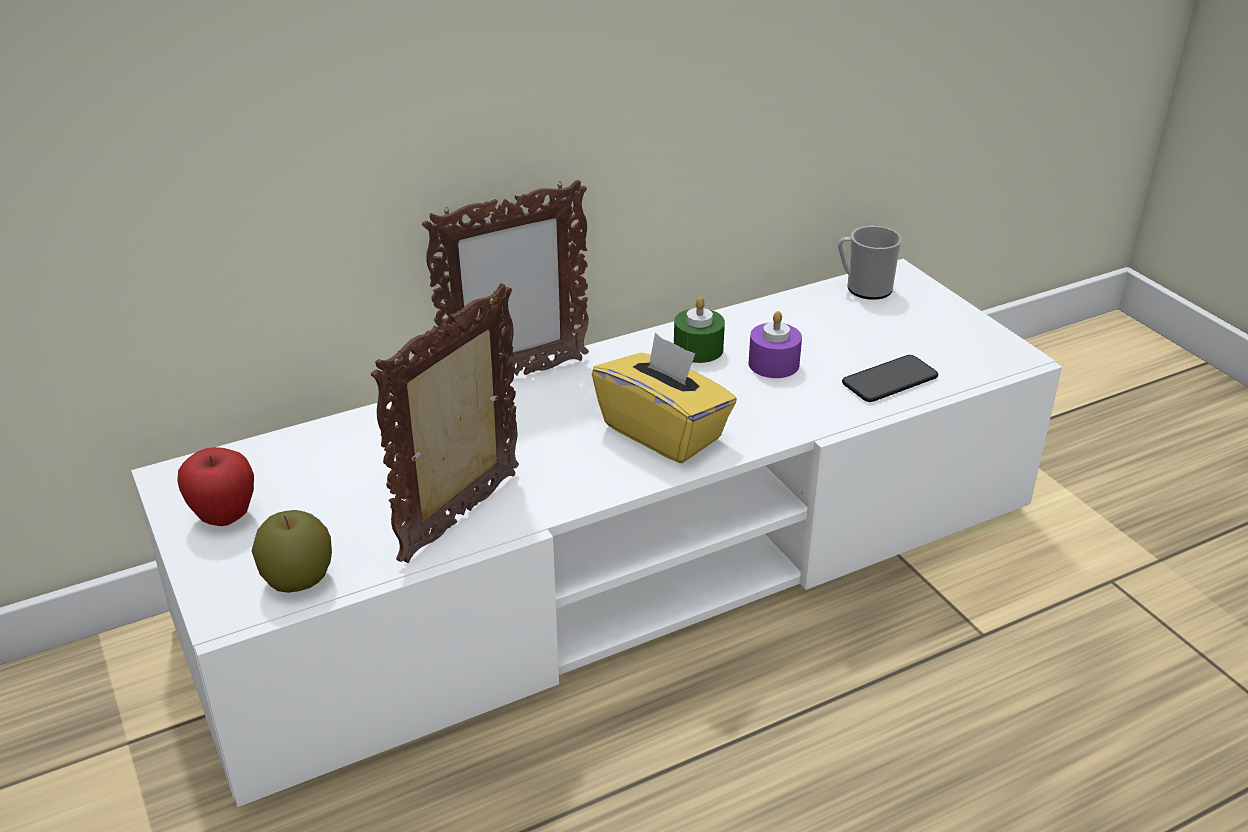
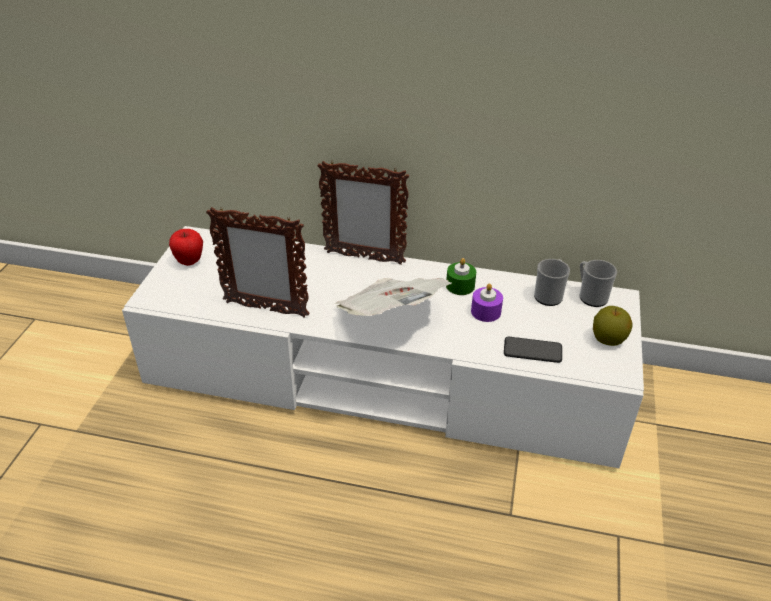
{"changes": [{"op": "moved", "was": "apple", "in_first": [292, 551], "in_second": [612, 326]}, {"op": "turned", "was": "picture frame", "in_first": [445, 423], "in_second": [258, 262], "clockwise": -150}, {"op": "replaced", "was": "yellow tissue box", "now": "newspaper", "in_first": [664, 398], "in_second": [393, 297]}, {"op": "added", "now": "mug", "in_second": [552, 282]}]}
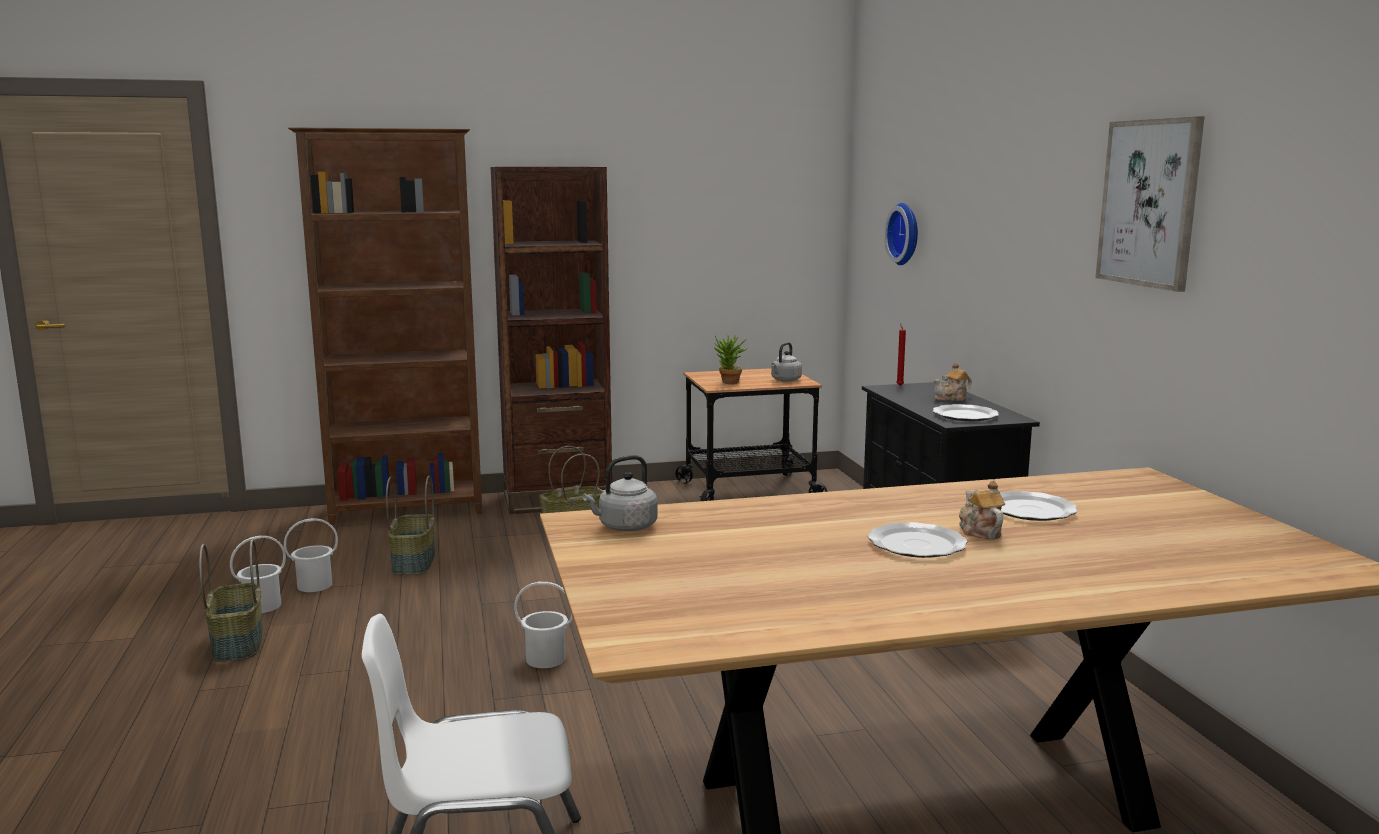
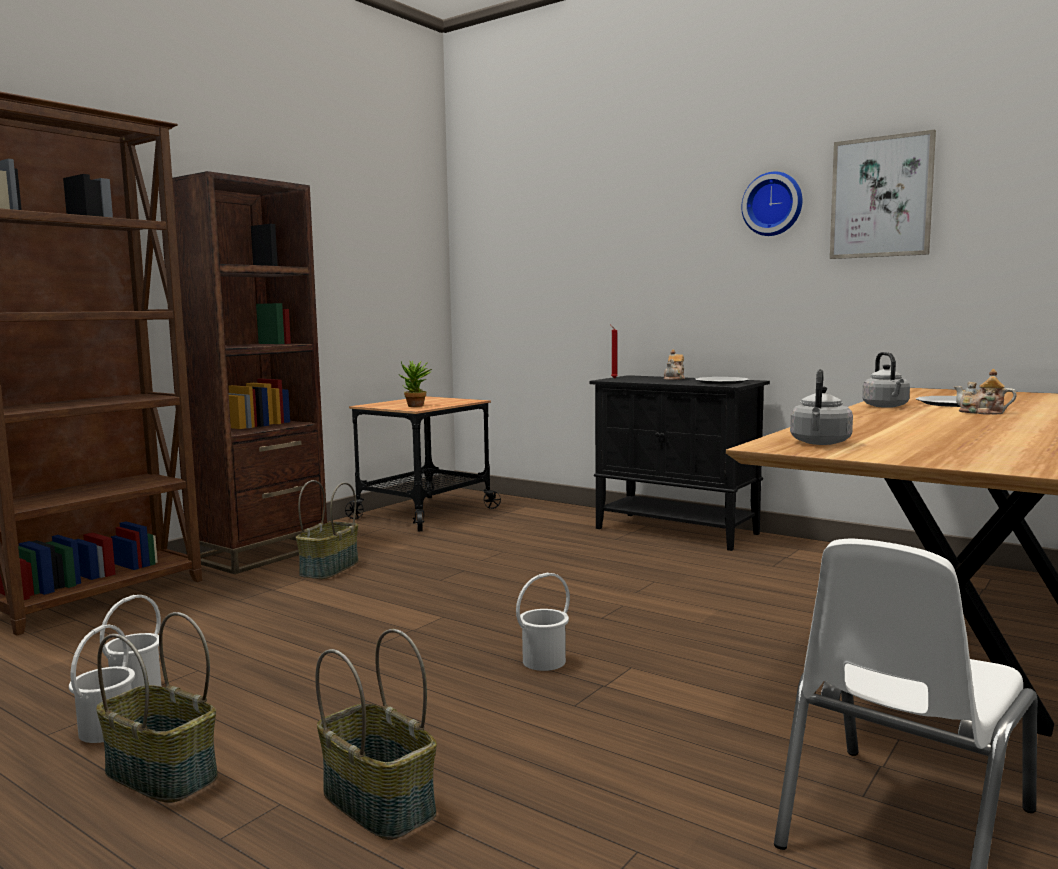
{"changes": [{"op": "moved", "was": "basket", "in_first": [410, 525], "in_second": [376, 734]}, {"op": "moved", "was": "grey kettle", "in_first": [786, 362], "in_second": [886, 380]}, {"op": "removed", "was": "plate", "in_first": [917, 540]}, {"op": "moved", "was": "wall clock", "in_first": [901, 234], "in_second": [771, 204]}]}
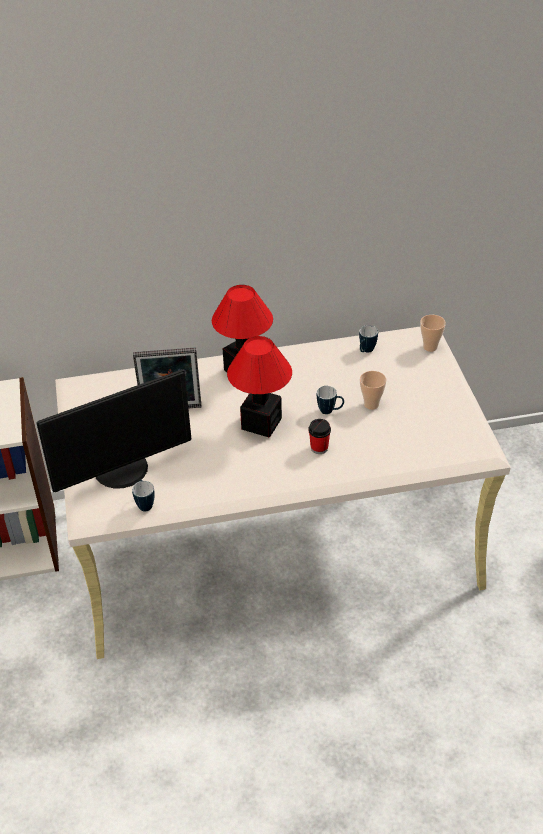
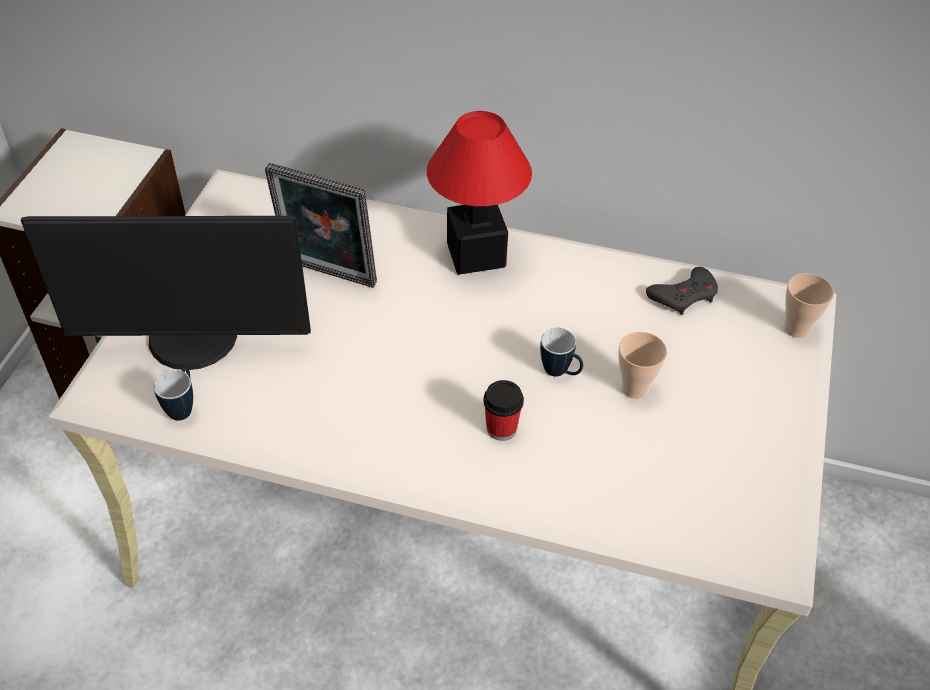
{"changes": [{"op": "removed", "was": "table lamp", "in_first": [259, 386]}, {"op": "replaced", "was": "mug", "now": "grey game controller", "in_first": [368, 339], "in_second": [682, 291]}]}
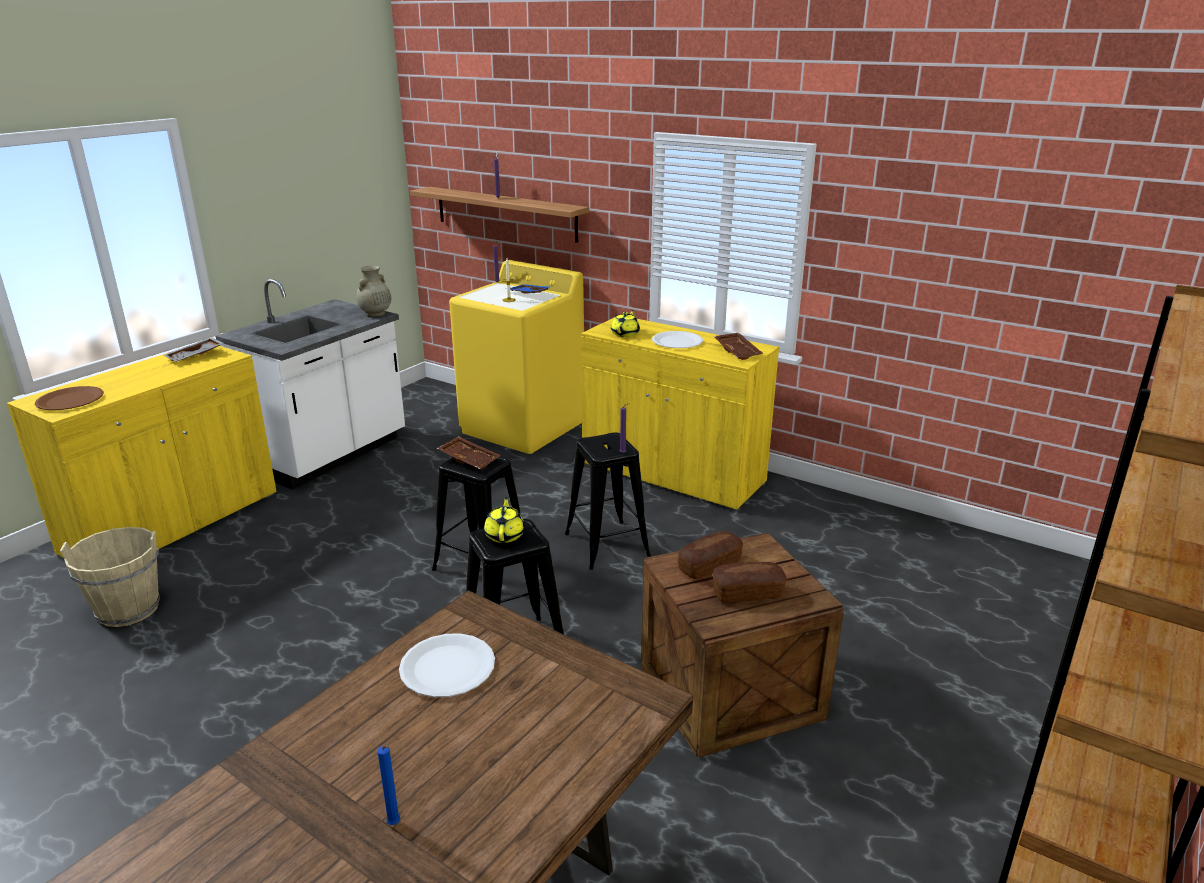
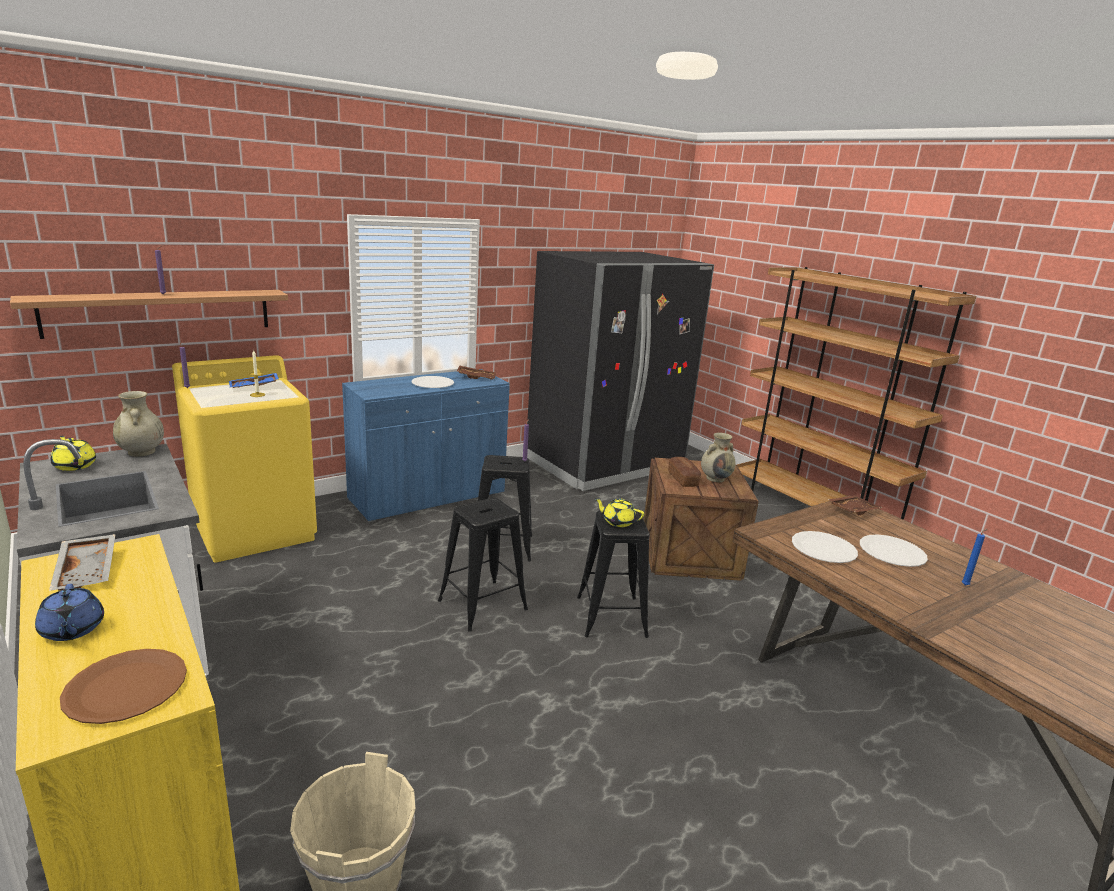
{"changes": [{"op": "moved", "was": "brown tray", "in_first": [469, 452], "in_second": [854, 505]}, {"op": "recoloured", "was": "yellow cabinet", "now": "blue cabinet", "in_first": [680, 414], "in_second": [426, 446]}, {"op": "moved", "was": "yellow teapot", "in_first": [625, 323], "in_second": [73, 453]}, {"op": "replaced", "was": "bread", "now": "beige vase", "in_first": [749, 582], "in_second": [718, 457]}, {"op": "added", "now": "blue teapot", "in_second": [69, 612]}, {"op": "added", "now": "black fridge", "in_second": [620, 371]}, {"op": "added", "now": "white plate", "in_second": [894, 550]}]}
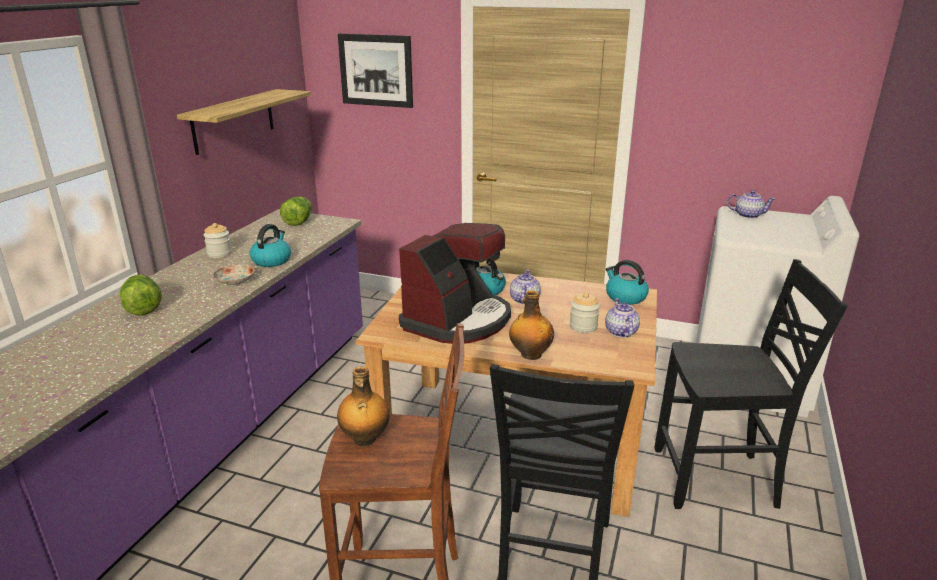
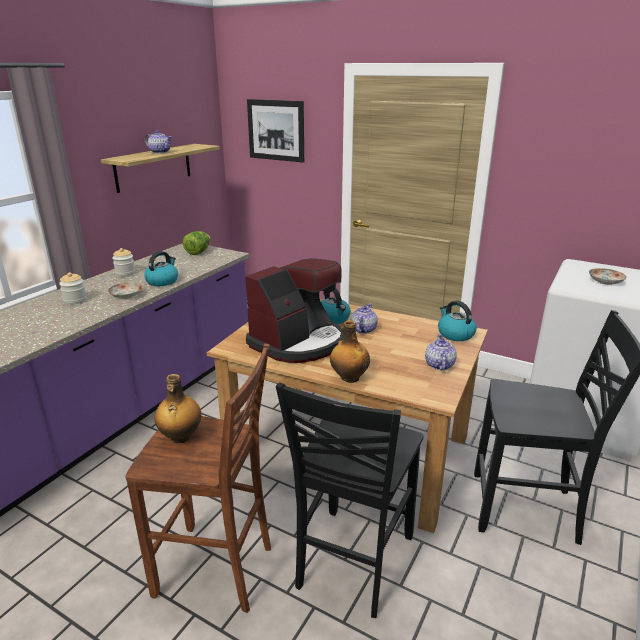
{"changes": [{"op": "removed", "was": "lettuce", "in_first": [141, 295]}, {"op": "moved", "was": "jar", "in_first": [585, 312], "in_second": [73, 288]}, {"op": "moved", "was": "teapot", "in_first": [751, 204], "in_second": [158, 141]}, {"op": "added", "now": "plate", "in_second": [608, 276]}]}
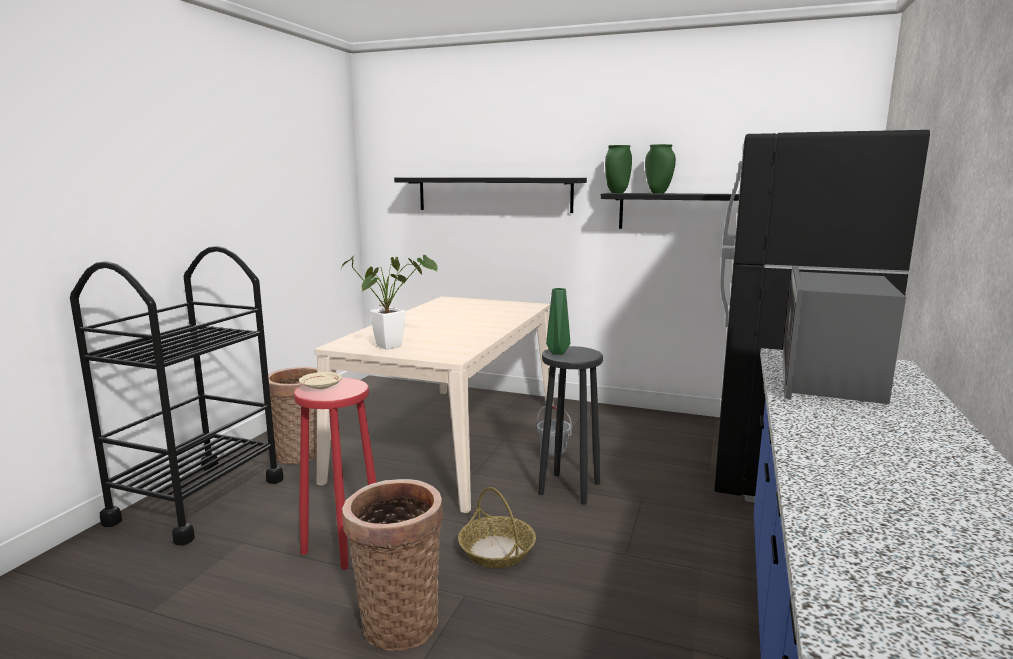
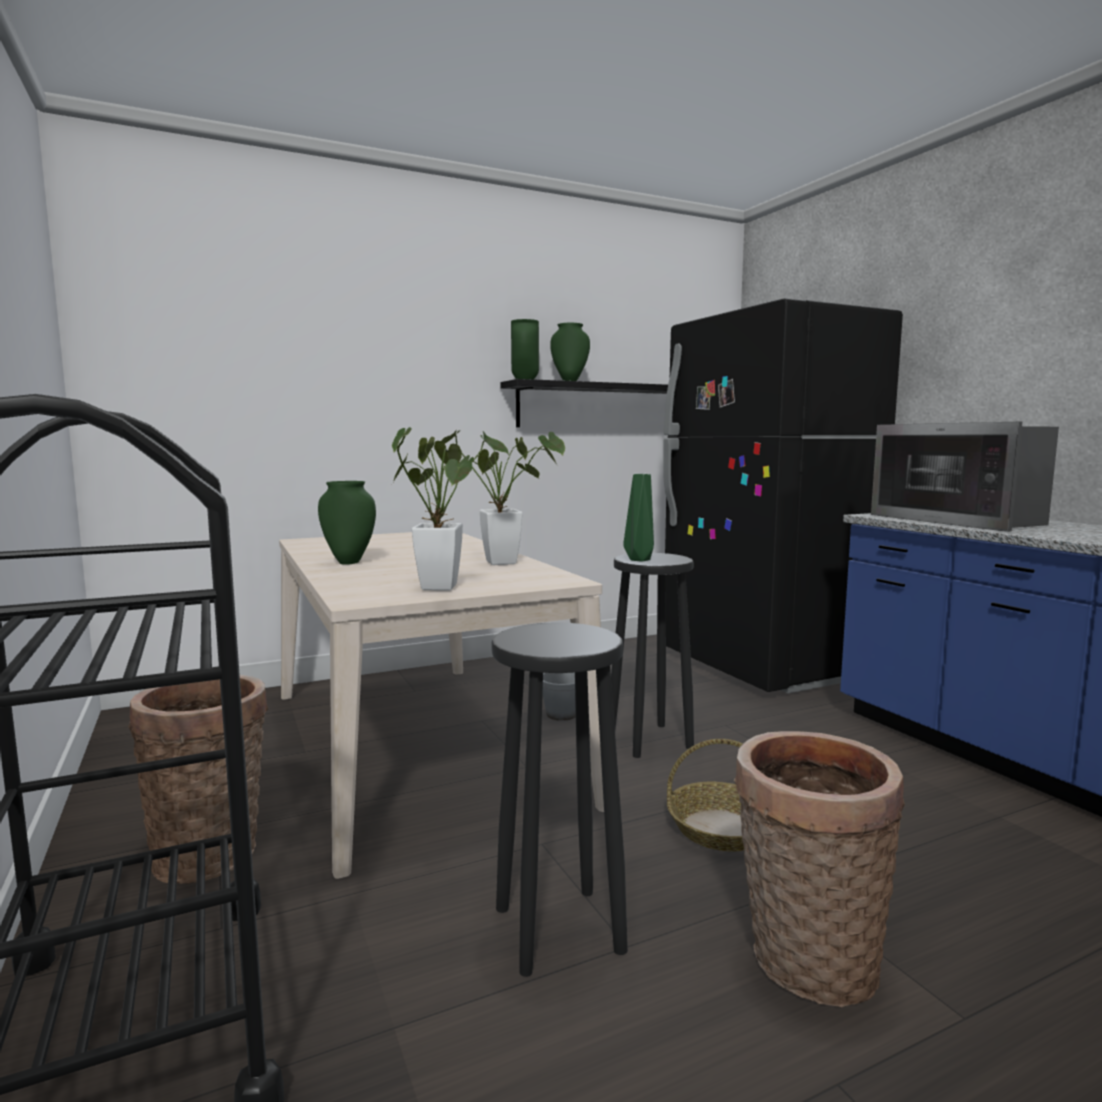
{"changes": [{"op": "recoloured", "was": "red stool", "now": "black stool", "in_first": [335, 474], "in_second": [559, 799]}, {"op": "removed", "was": "beige plate", "in_first": [320, 380]}, {"op": "removed", "was": "black shelf", "in_first": [490, 195]}, {"op": "added", "now": "green vase", "in_second": [347, 523]}, {"op": "added", "now": "potted plant", "in_second": [503, 497]}]}
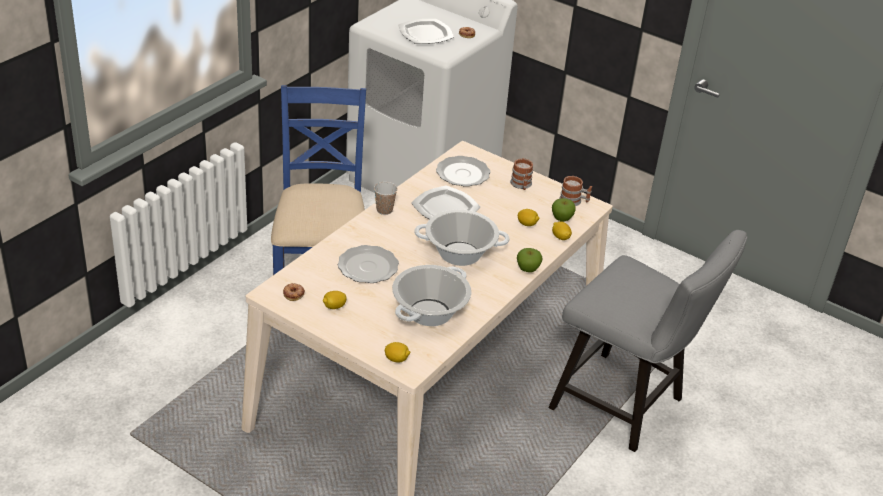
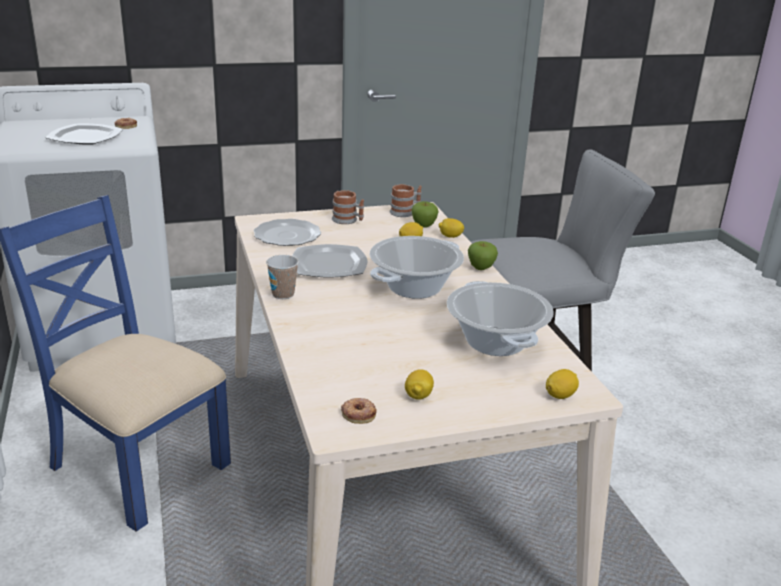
{"changes": [{"op": "removed", "was": "plate", "in_first": [368, 264]}]}
